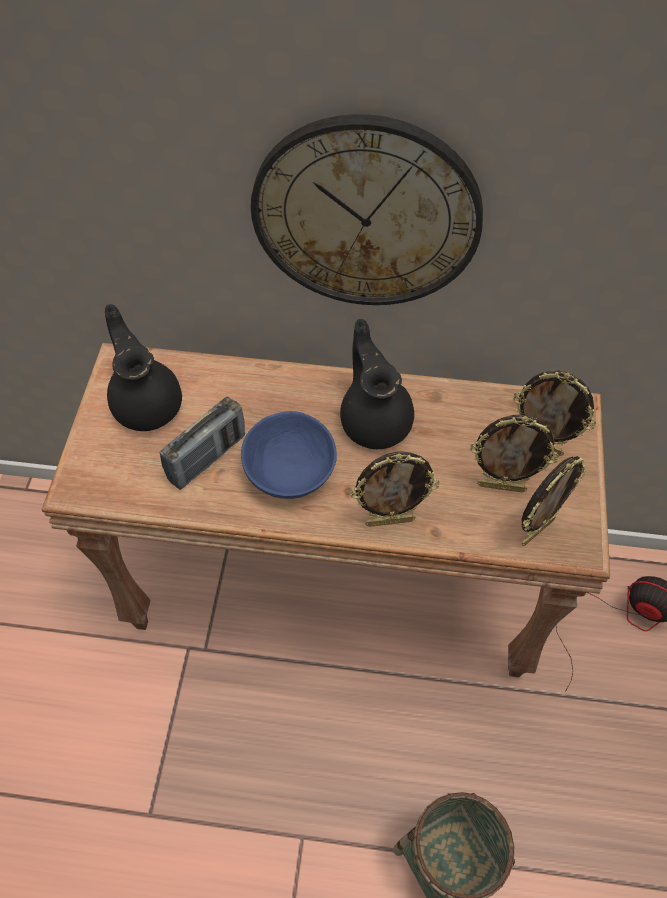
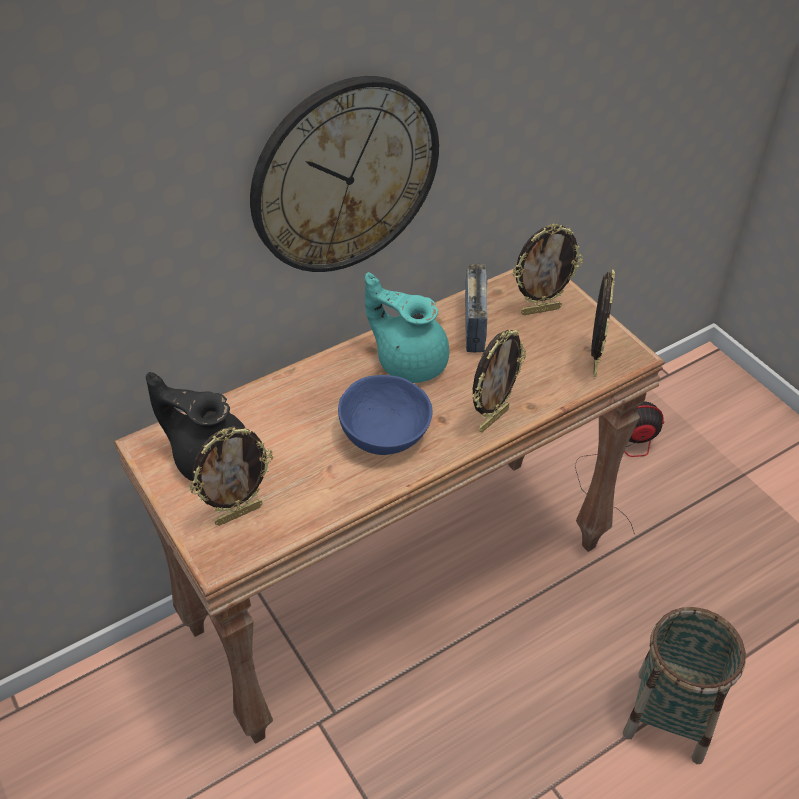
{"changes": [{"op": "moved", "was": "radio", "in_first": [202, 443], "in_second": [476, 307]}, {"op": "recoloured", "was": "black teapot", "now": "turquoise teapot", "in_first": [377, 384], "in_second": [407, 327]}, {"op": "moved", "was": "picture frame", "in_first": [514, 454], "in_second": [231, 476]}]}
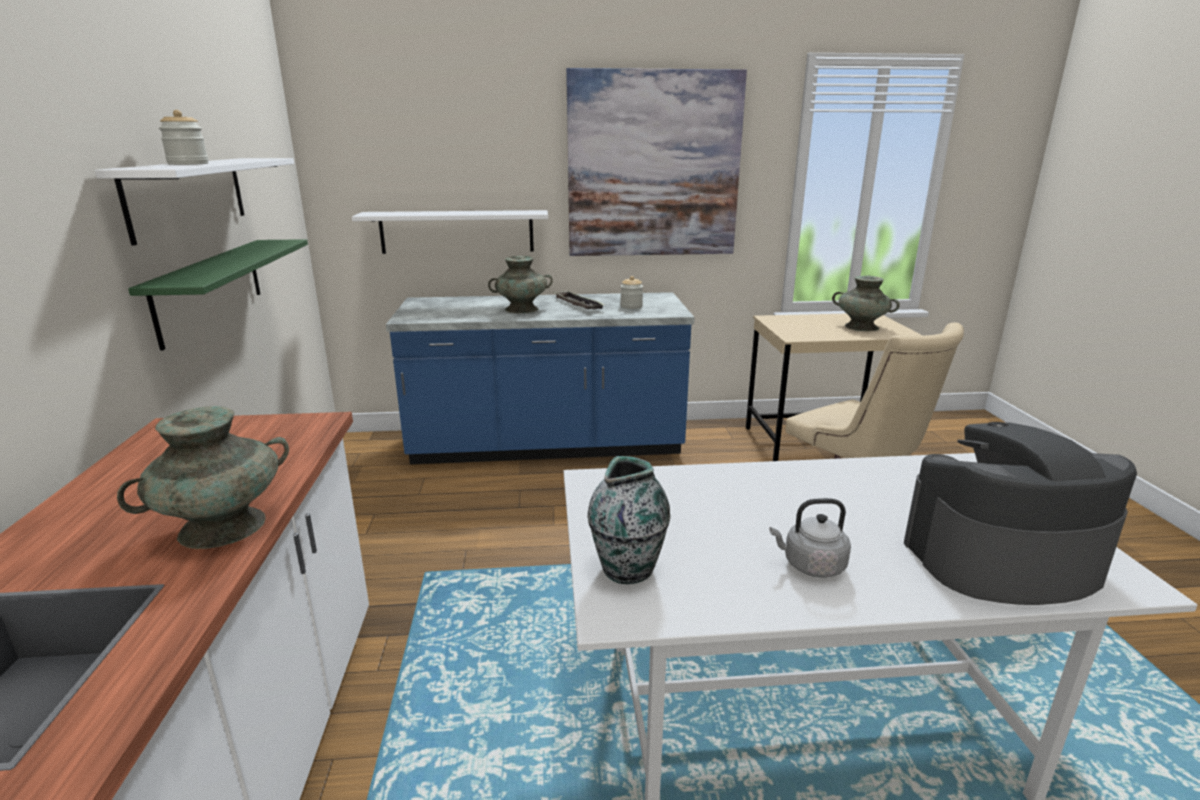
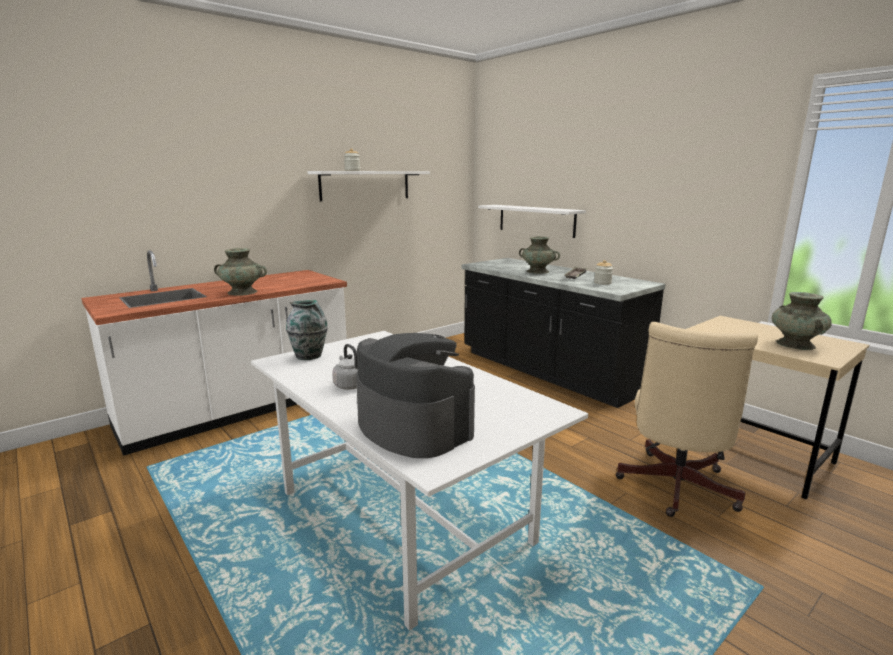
{"changes": [{"op": "removed", "was": "green shelf", "in_first": [218, 295]}, {"op": "recoloured", "was": "blue counter", "now": "black counter", "in_first": [540, 378], "in_second": [563, 333]}, {"op": "removed", "was": "picture", "in_first": [656, 162]}]}
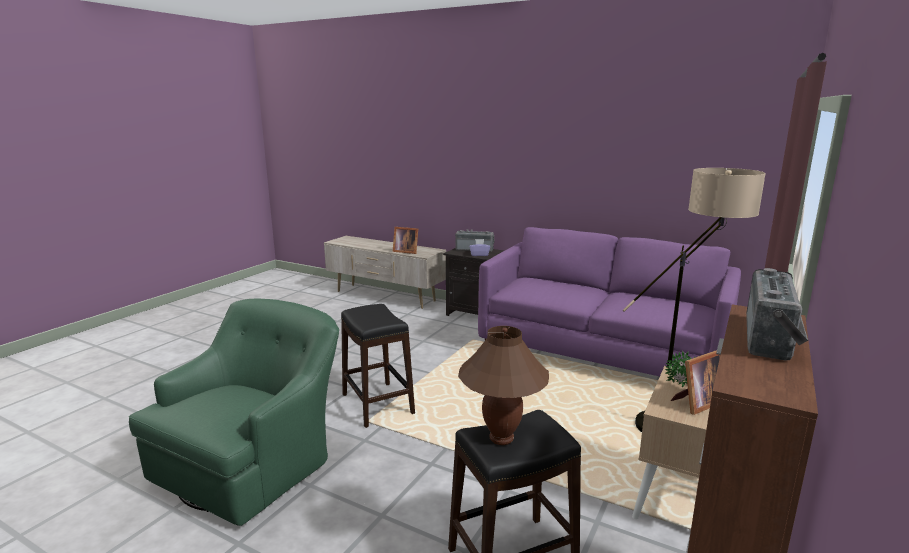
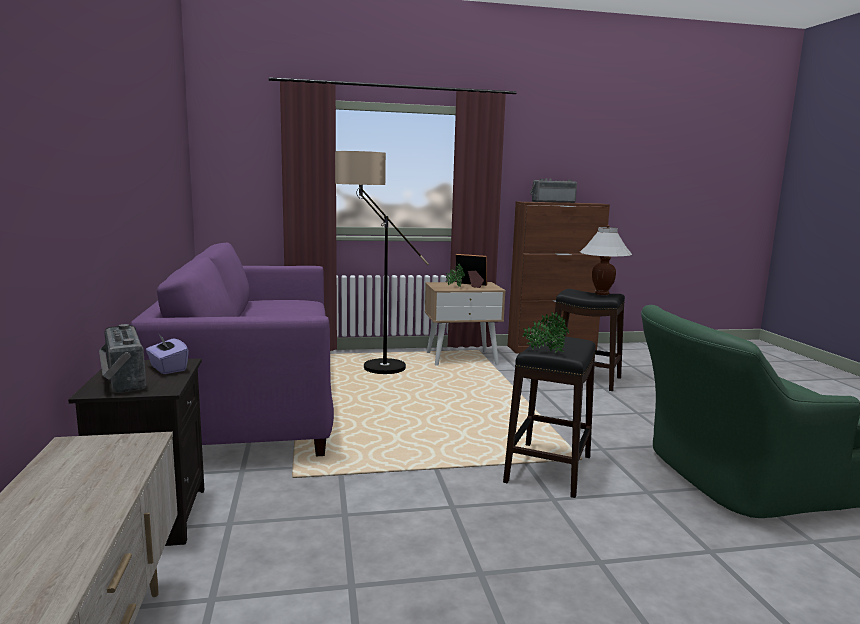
{"changes": [{"op": "removed", "was": "picture frame", "in_first": [405, 240]}, {"op": "recoloured", "was": "brown table lamp", "now": "white table lamp", "in_first": [503, 385], "in_second": [606, 260]}, {"op": "added", "now": "potted plant", "in_second": [545, 332]}]}
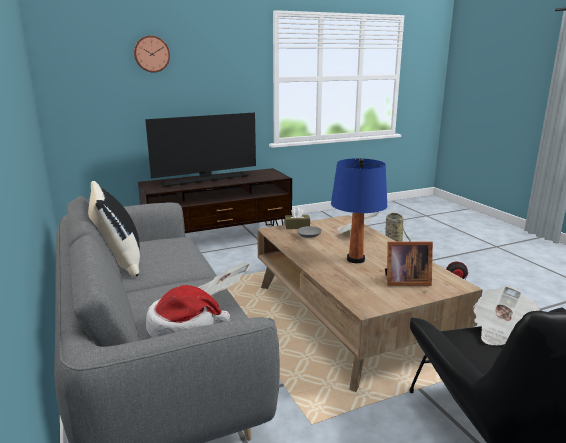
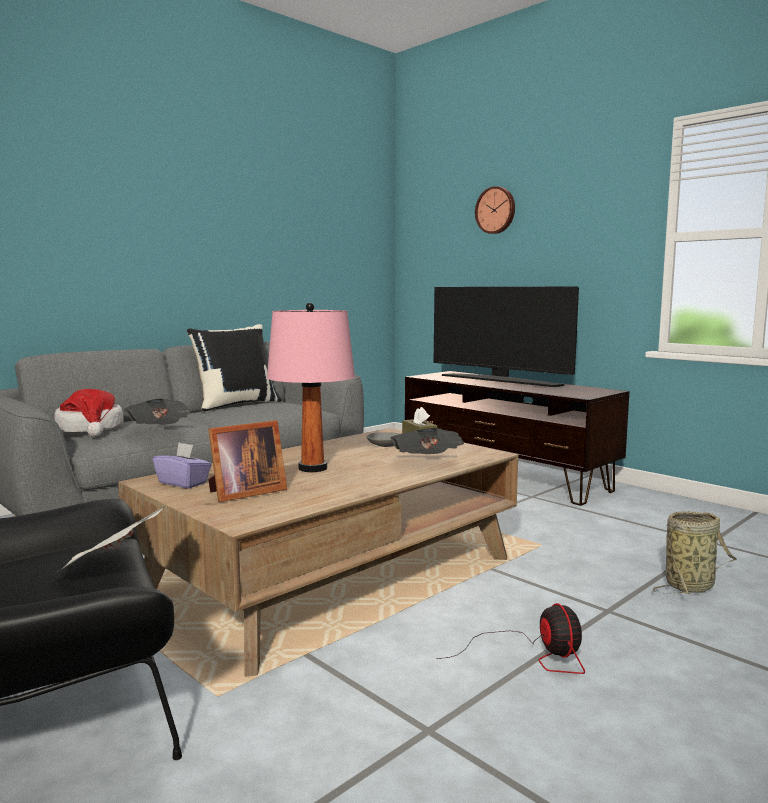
{"changes": [{"op": "recoloured", "was": "blue table lamp", "now": "pink table lamp", "in_first": [359, 210], "in_second": [311, 387]}, {"op": "turned", "was": "picture frame", "in_first": [409, 263], "in_second": [247, 461], "clockwise": -105}, {"op": "added", "now": "purple tissue box", "in_second": [182, 465]}]}
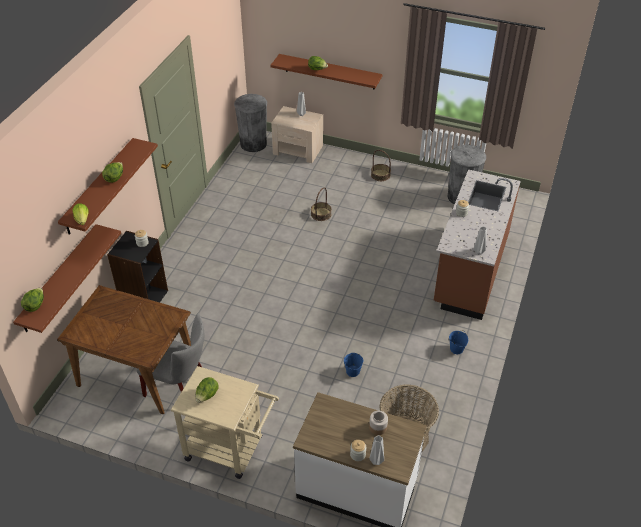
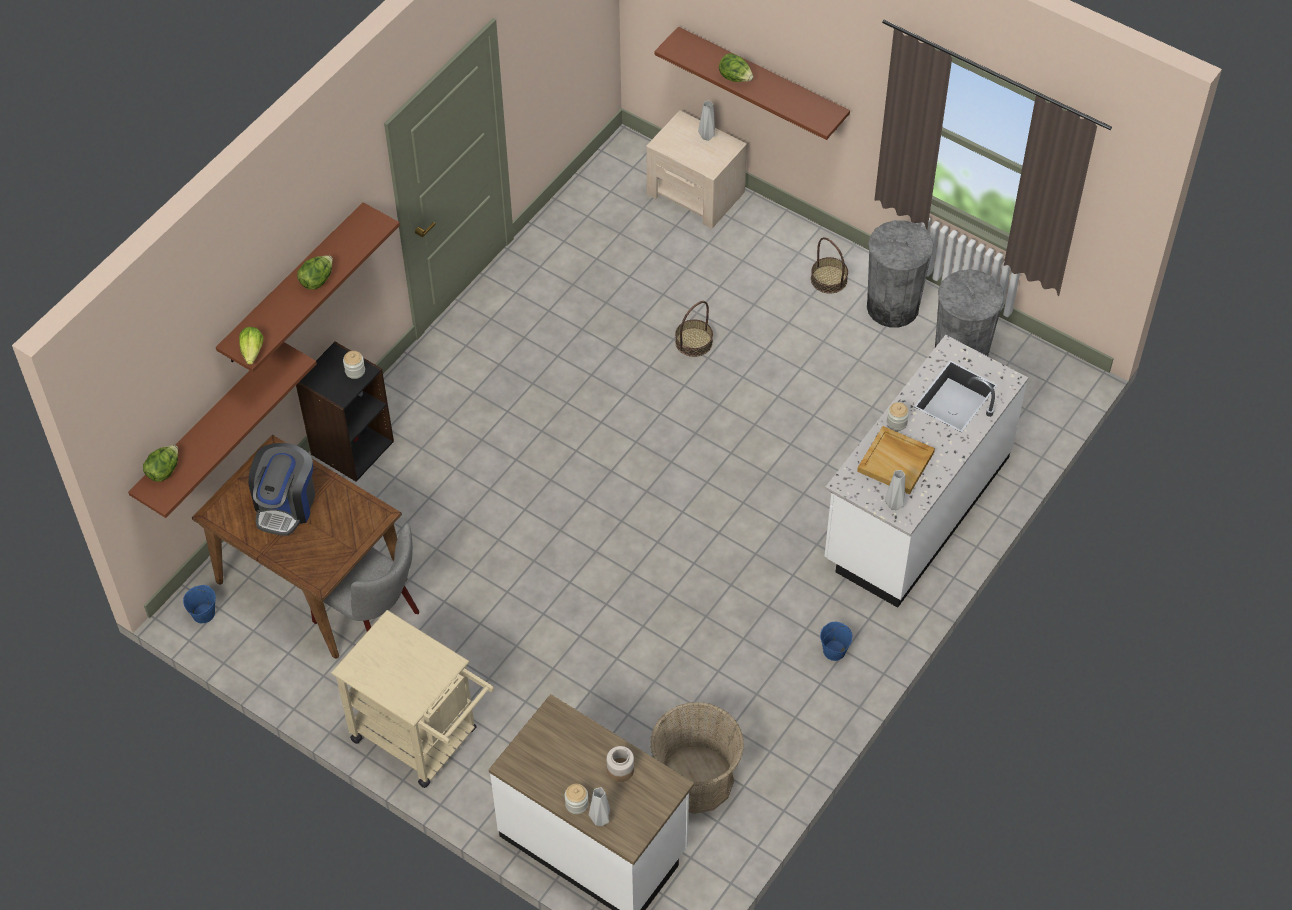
{"changes": [{"op": "removed", "was": "lettuce", "in_first": [207, 390]}, {"op": "moved", "was": "grey trash can", "in_first": [250, 123], "in_second": [900, 273]}, {"op": "moved", "was": "blue bucket", "in_first": [353, 365], "in_second": [199, 604]}, {"op": "recoloured", "was": "brown counter", "now": "white counter", "in_first": [477, 244], "in_second": [926, 471]}, {"op": "added", "now": "coffee machine", "in_second": [281, 489]}, {"op": "added", "now": "beige tray", "in_second": [896, 460]}]}
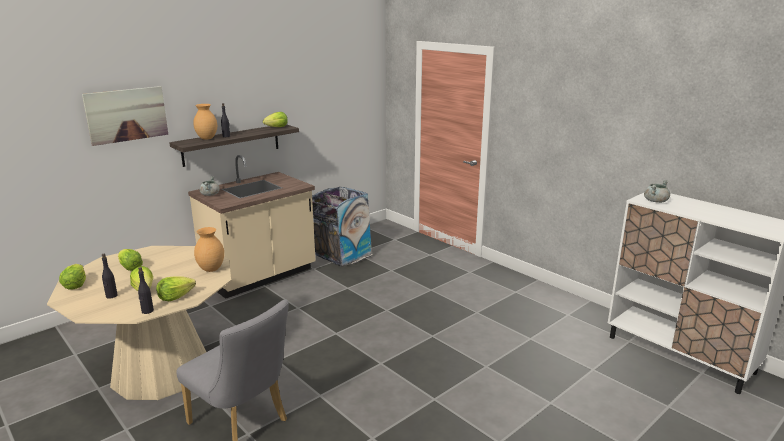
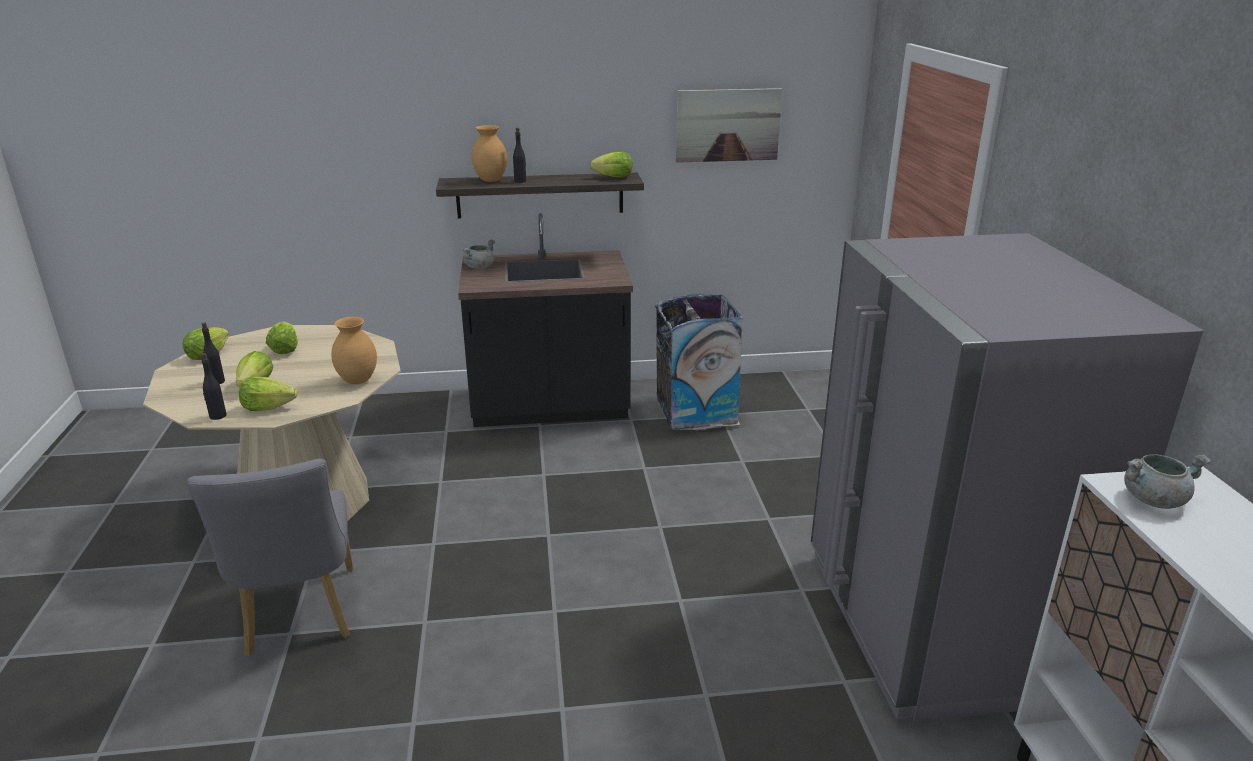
{"changes": [{"op": "moved", "was": "picture", "in_first": [125, 116], "in_second": [729, 125]}, {"op": "recoloured", "was": "beige counter", "now": "black counter", "in_first": [252, 227], "in_second": [545, 320]}, {"op": "added", "now": "grey fridge", "in_second": [1007, 477]}]}
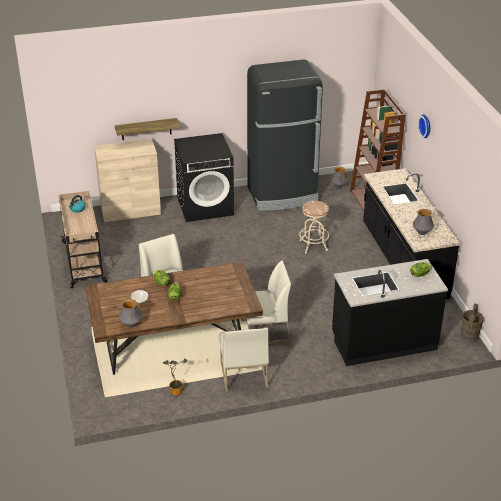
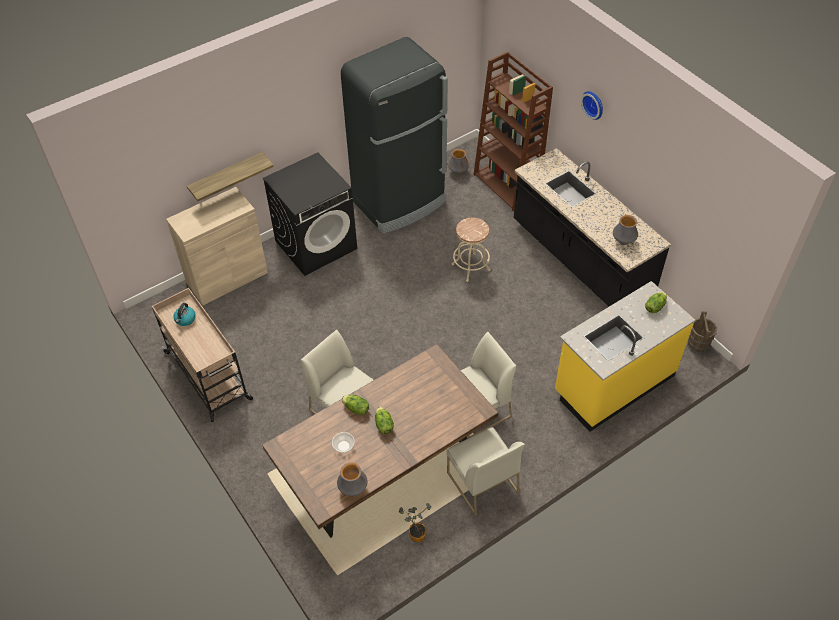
{"changes": [{"op": "recoloured", "was": "black counter", "now": "yellow counter", "in_first": [390, 312], "in_second": [625, 356]}]}
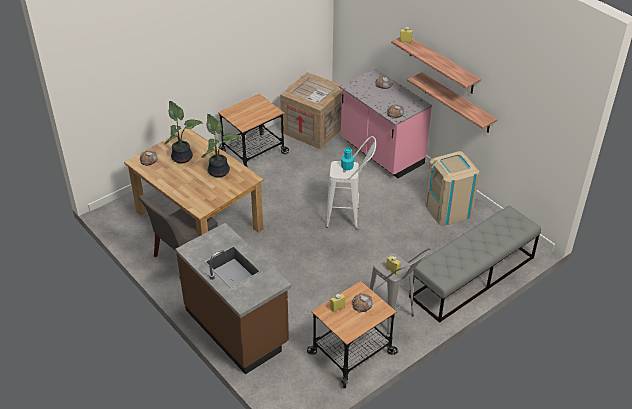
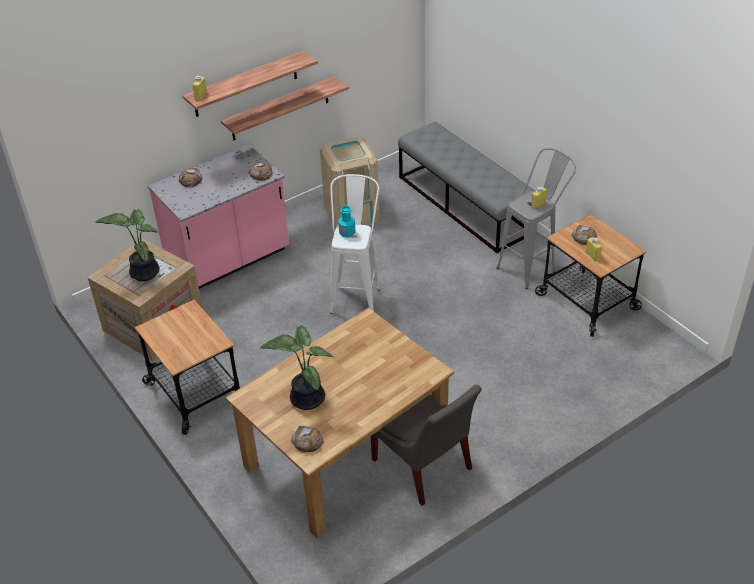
{"changes": [{"op": "removed", "was": "brown counter", "in_first": [233, 298]}, {"op": "moved", "was": "potted plant", "in_first": [221, 146], "in_second": [127, 245]}]}
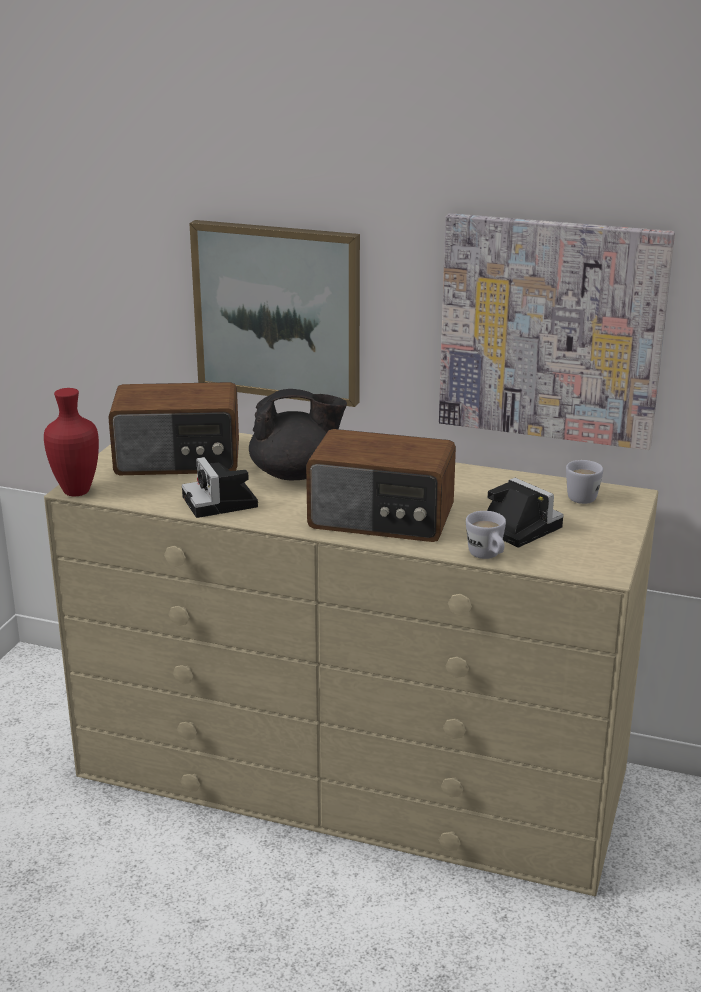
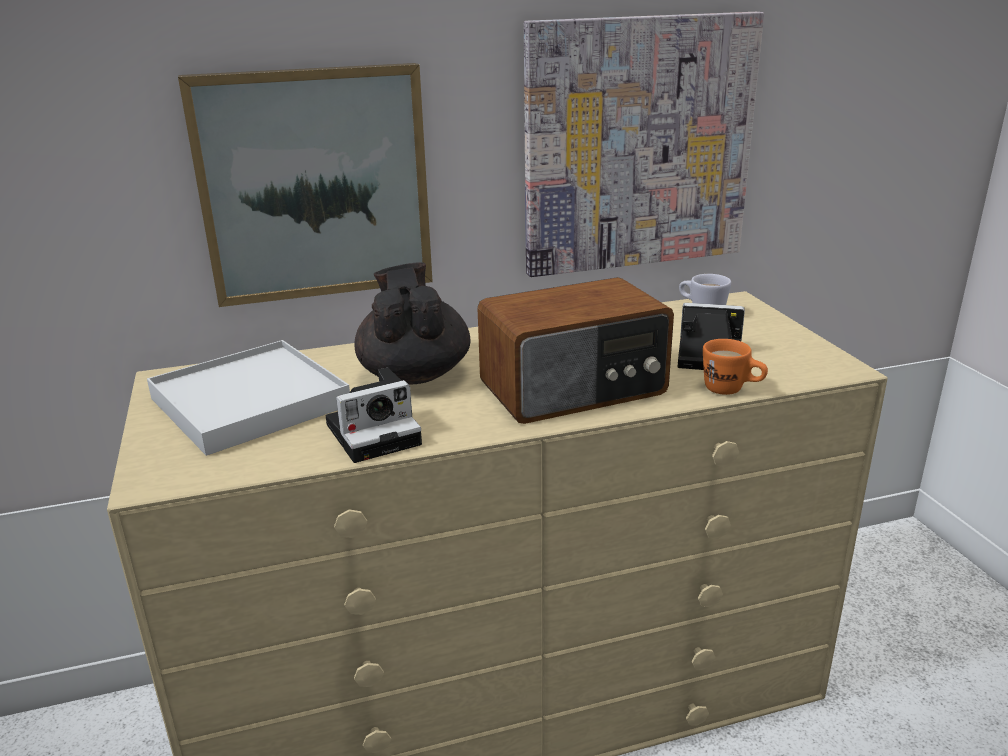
{"changes": [{"op": "removed", "was": "red vase", "in_first": [71, 442]}, {"op": "replaced", "was": "radio", "now": "white tray", "in_first": [173, 428], "in_second": [248, 398]}, {"op": "turned", "was": "photo camera", "in_first": [220, 487], "in_second": [373, 415], "clockwise": -60}, {"op": "turned", "was": "black teapot", "in_first": [298, 434], "in_second": [412, 323], "clockwise": -60}, {"op": "recoloured", "was": "white mug", "now": "orange mug", "in_first": [486, 535], "in_second": [735, 367]}]}
